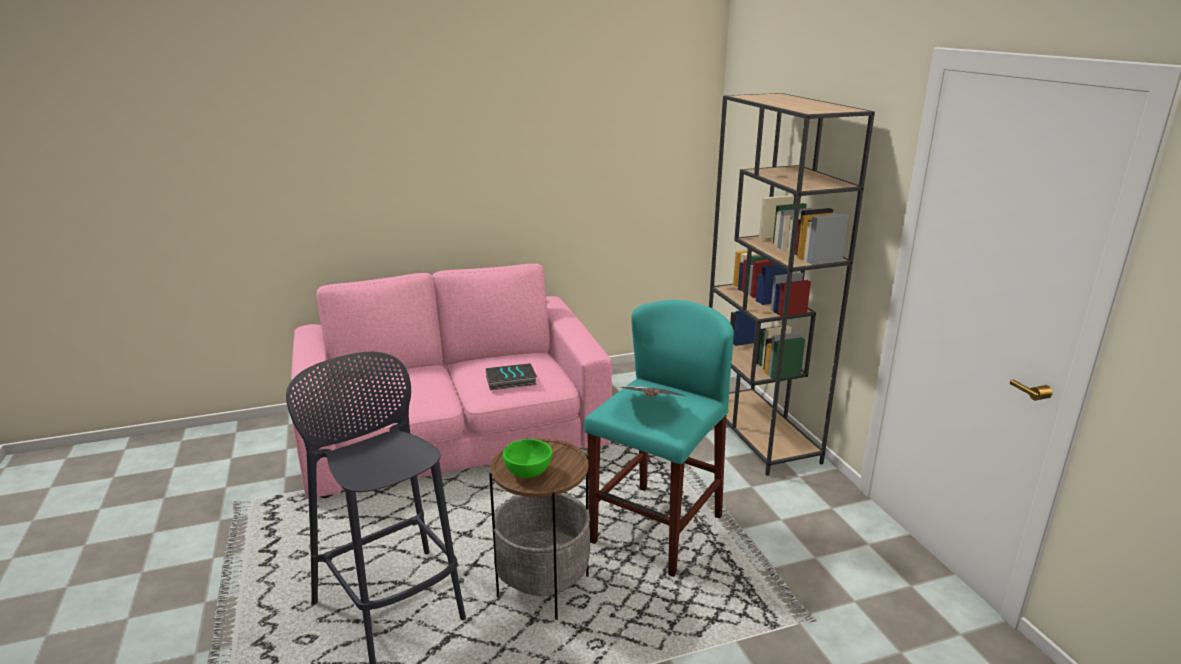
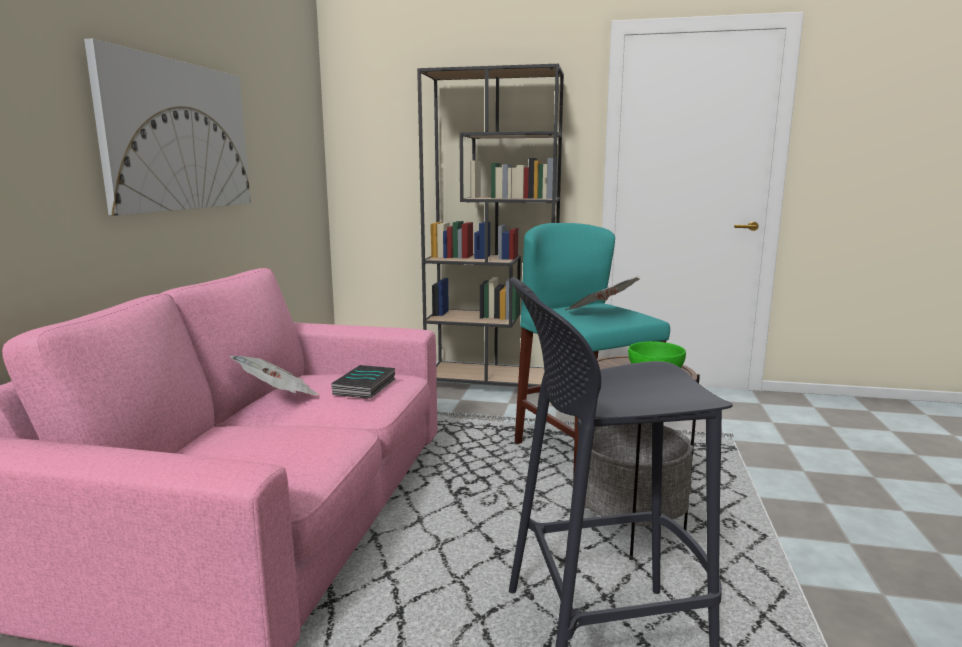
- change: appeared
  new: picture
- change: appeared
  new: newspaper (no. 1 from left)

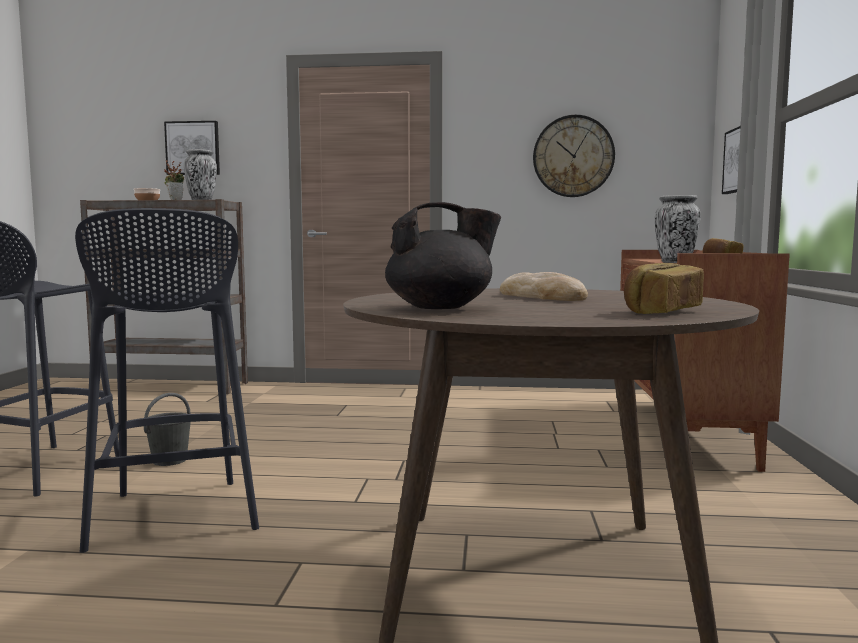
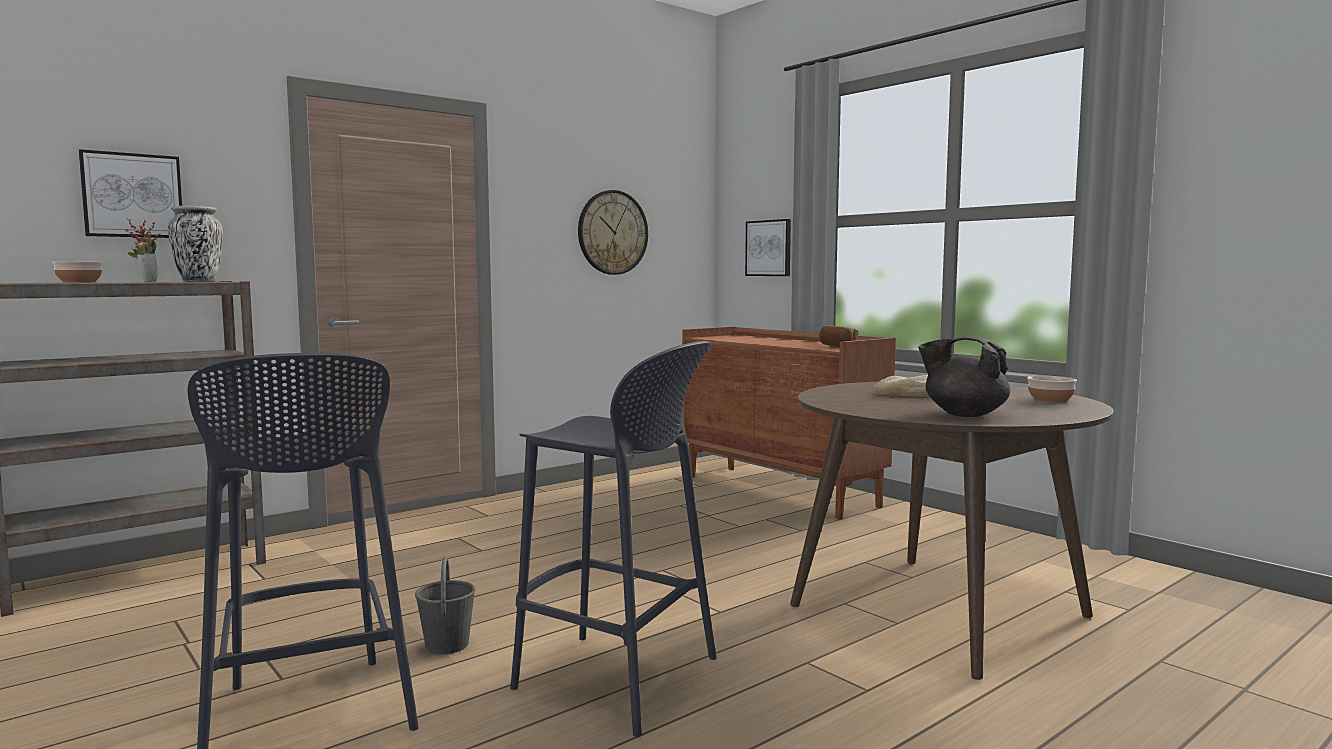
- change: missing
  old: vase (no. 2 from left)
- change: spun
  old: teapot (black)
  degrees: -90
- change: exchanged
  old: bread (no. 2 from left)
  new: bowl (no. 2 from left)

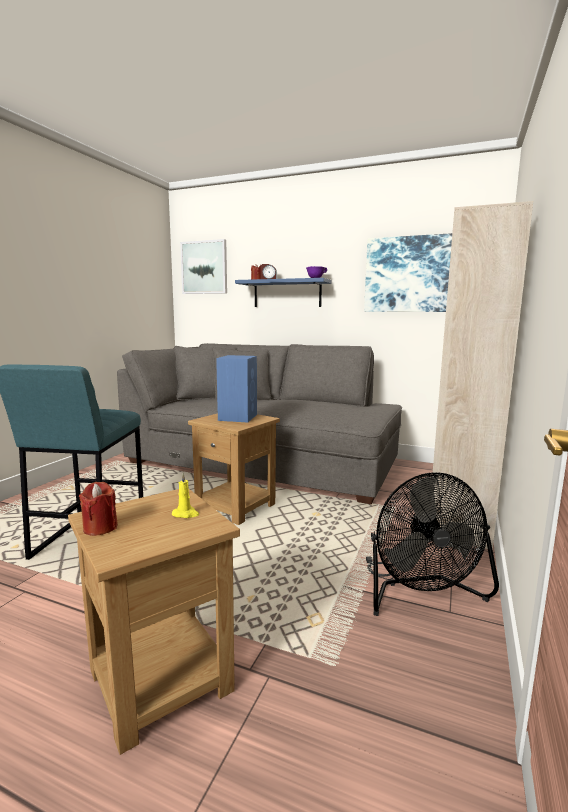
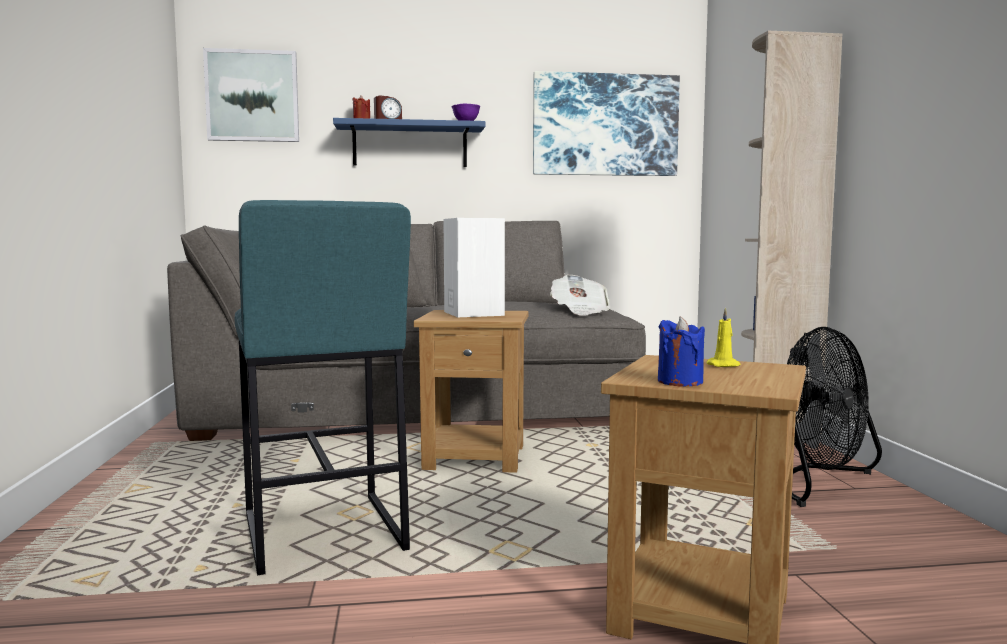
- change: colour
  old: speaker (blue)
  new: speaker (white)
- change: colour
  old: candle (red) (no. 1 from left)
  new: candle (blue)
- change: appeared
  new: newspaper

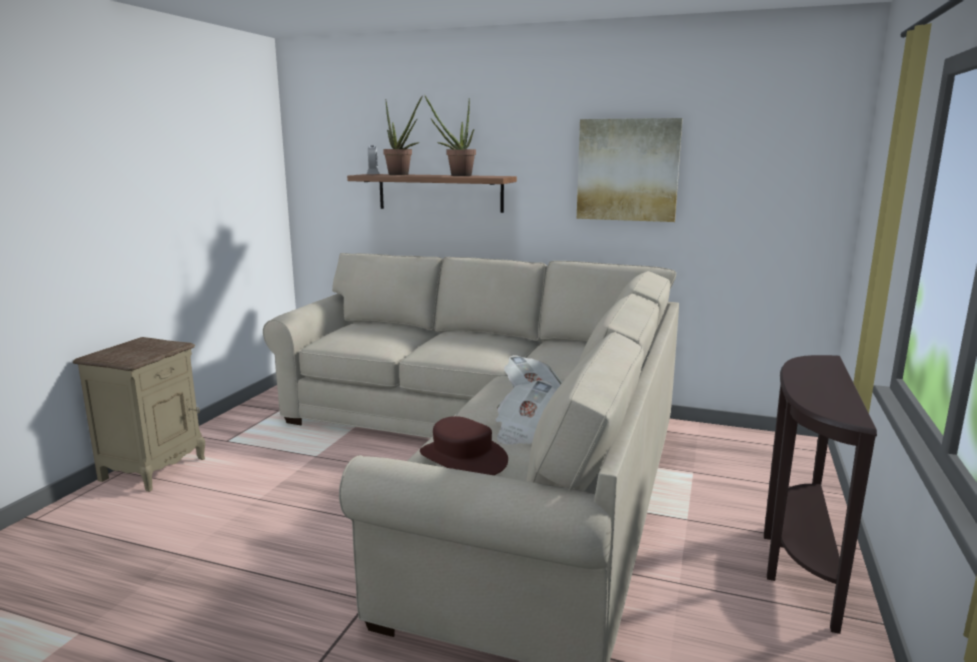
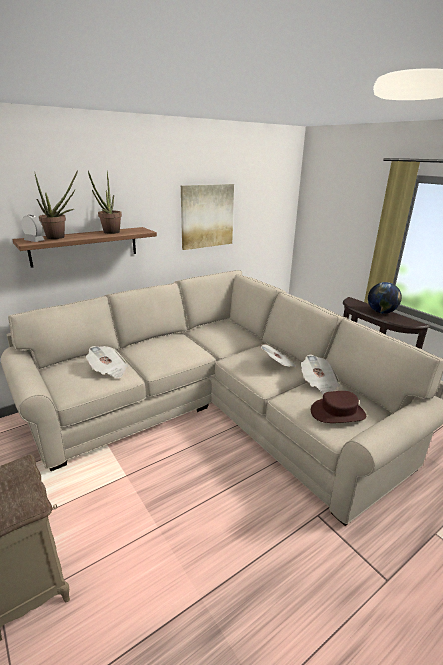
- change: appeared
  new: globe
- change: appeared
  new: newspaper (no. 1 from left)

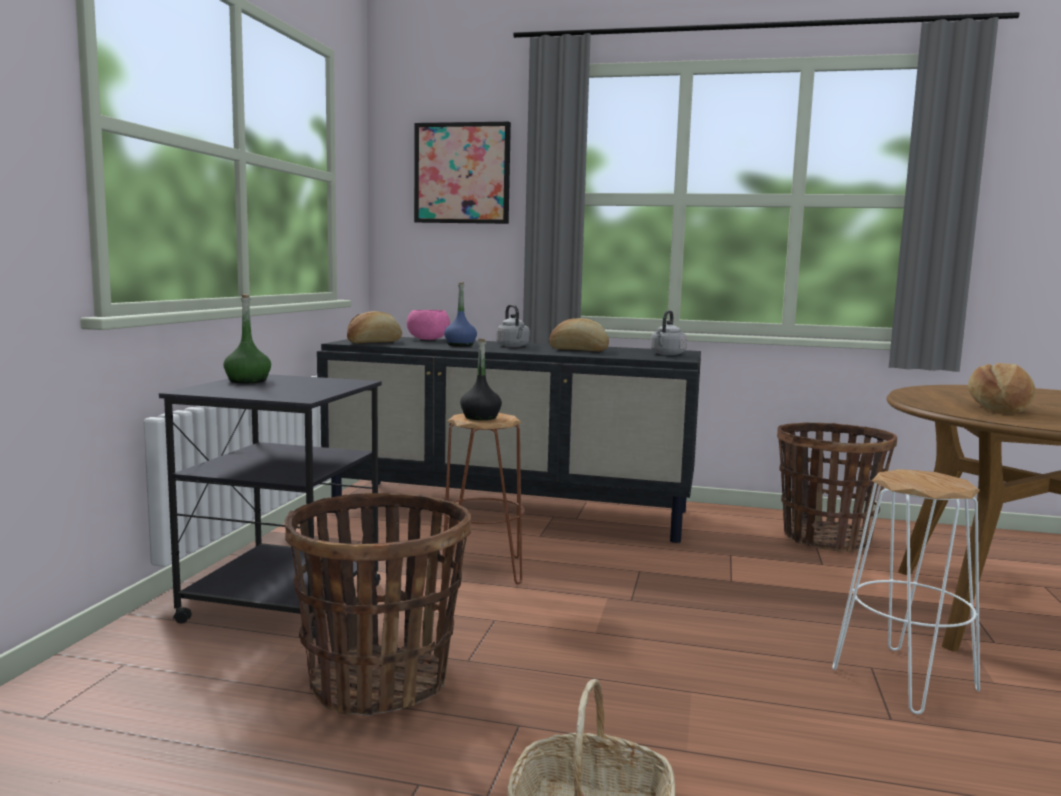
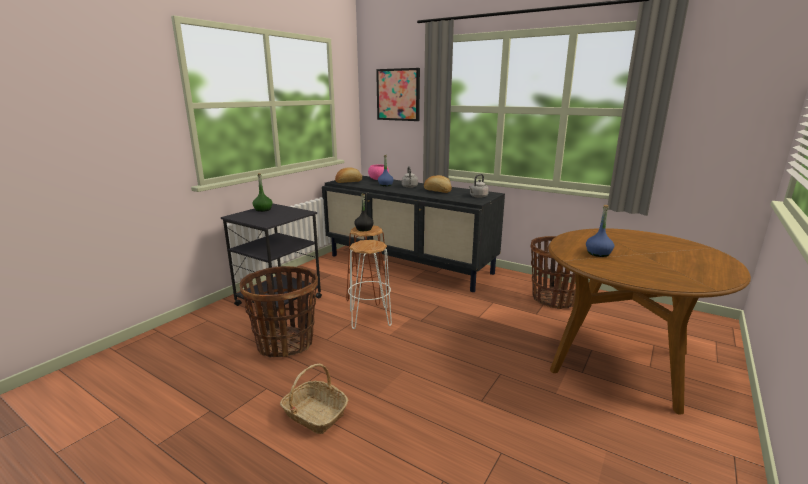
- change: exchanged
  old: bread (no. 3 from left)
  new: bottle (blue) (no. 2 from left)
- change: relocated
  old: stool (white)

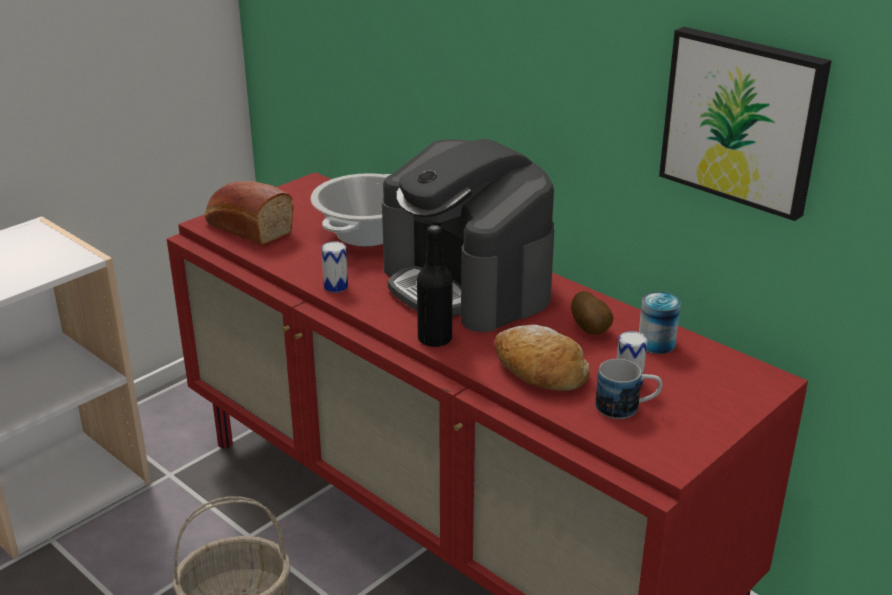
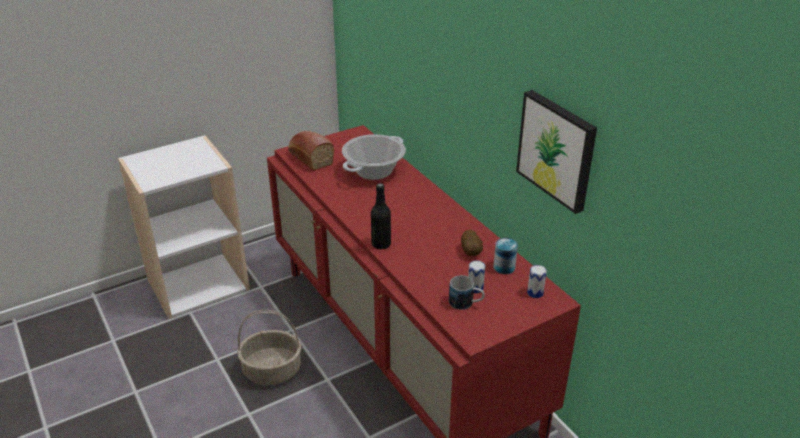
- change: missing
  old: coffee machine
- change: relocated
  old: can (no. 1 from left in the first image)
  new: can (no. 3 from left)
- change: missing
  old: bread (no. 2 from left)

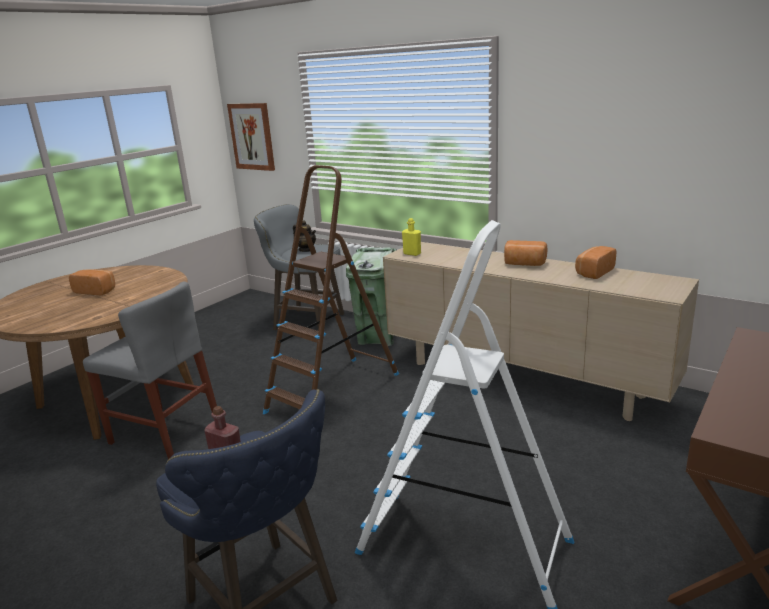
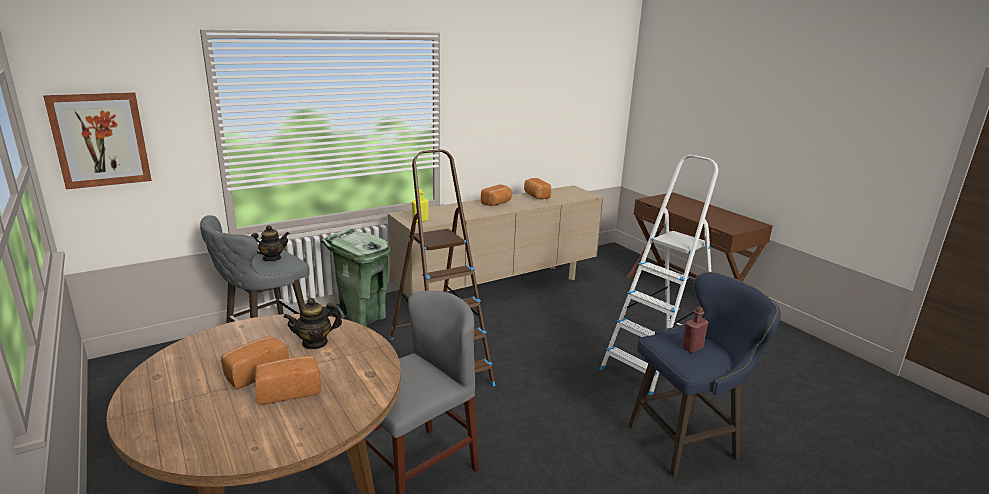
- change: appeared
  new: teapot (no. 2 from left)
- change: appeared
  new: bread (no. 2 from left)

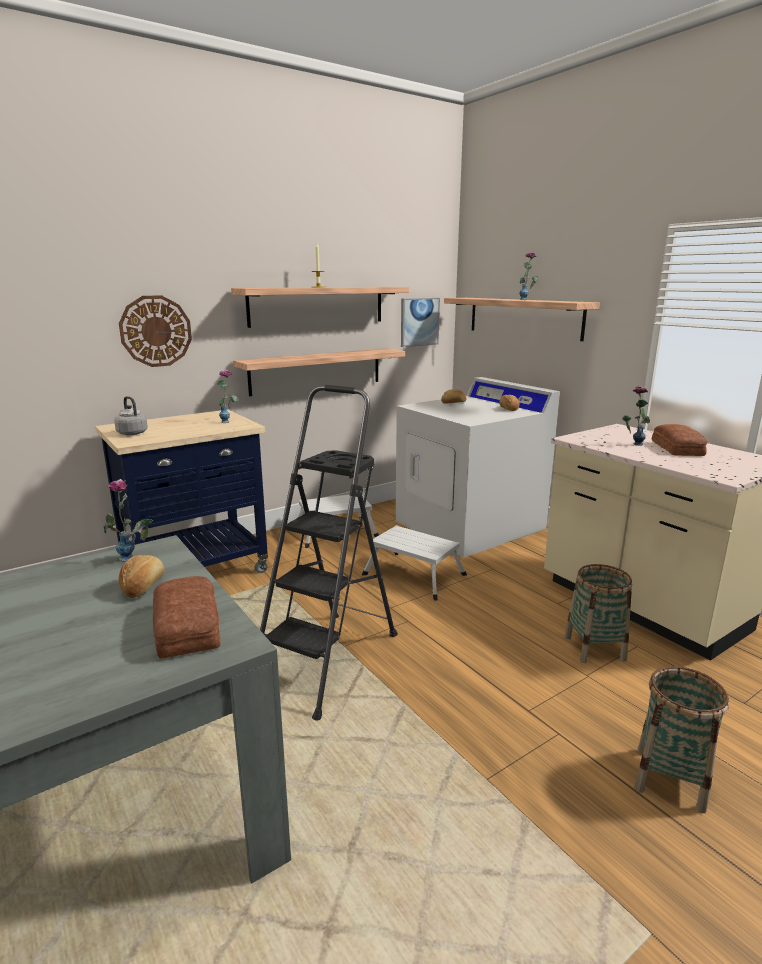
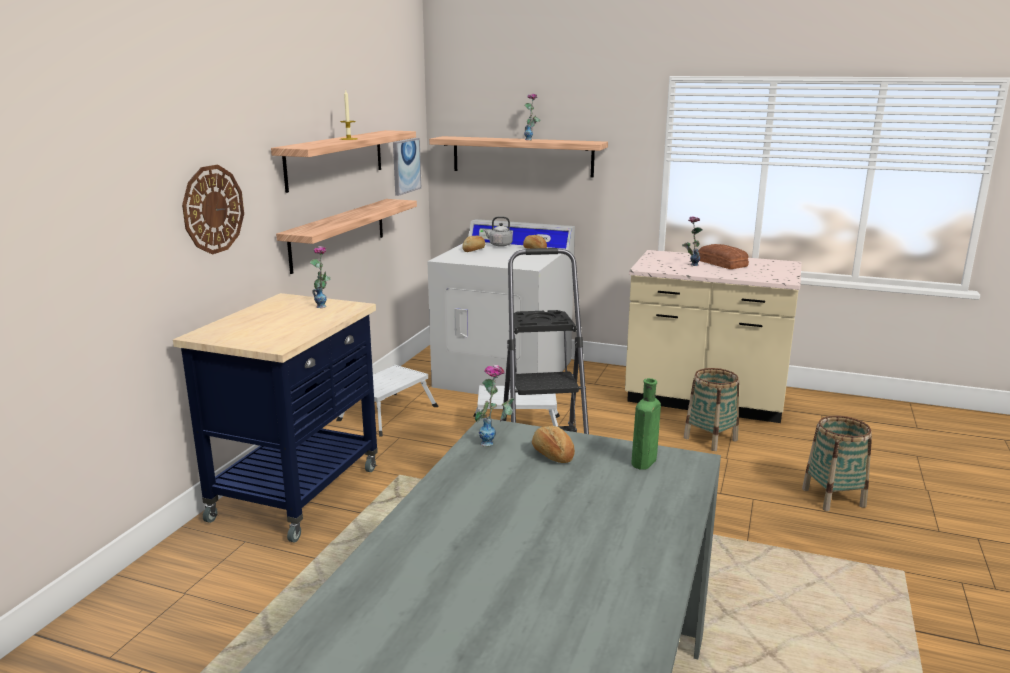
- change: relocated
  old: kettle (grey)
- change: exchanged
  old: bread (no. 2 from left)
  new: bottle (green)

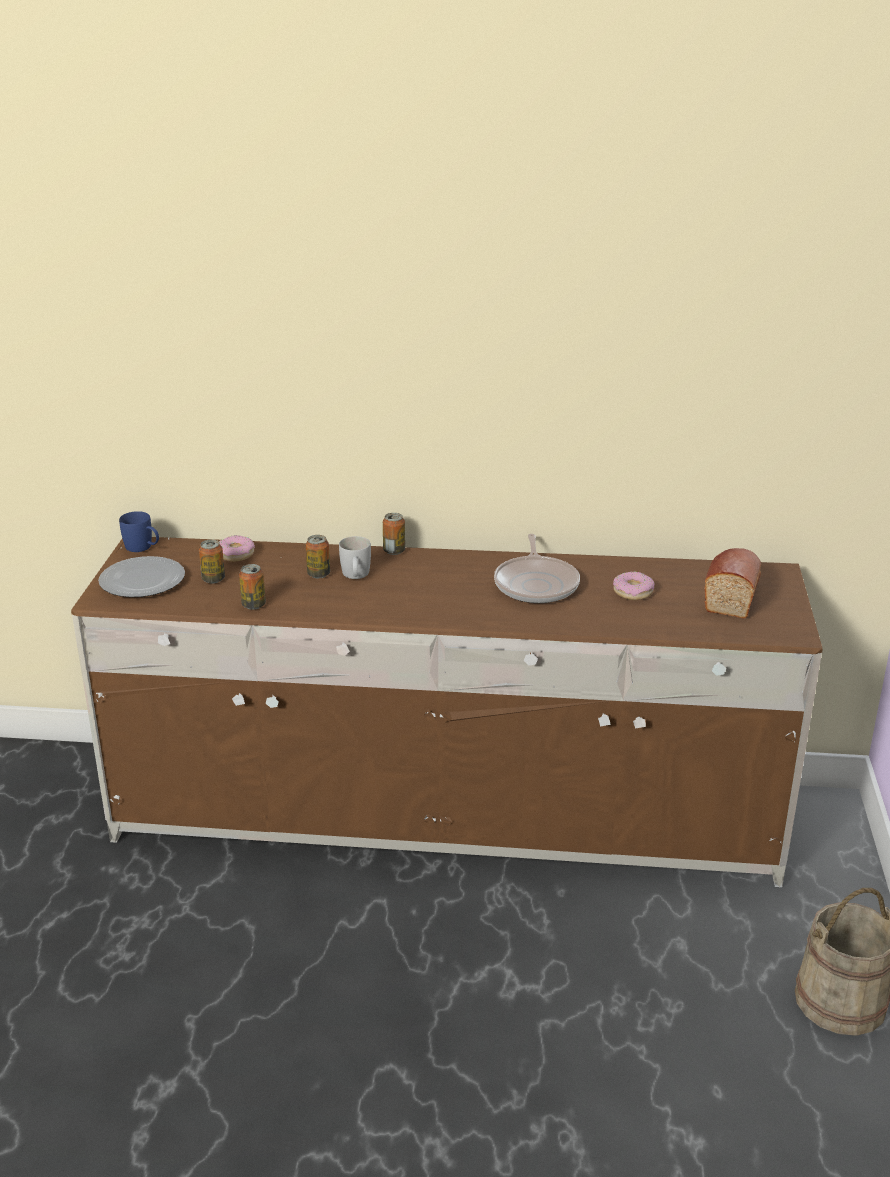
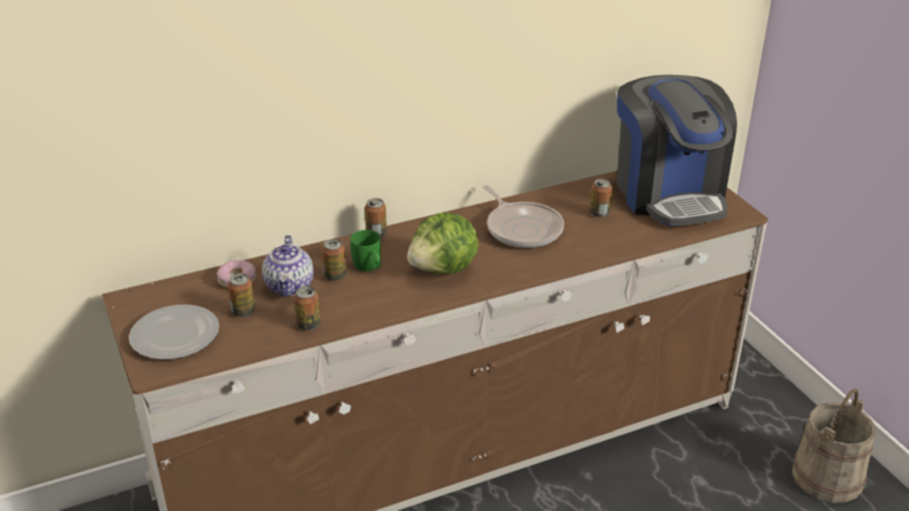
- change: missing
  old: mug (blue)
- change: colour
  old: mug (white)
  new: mug (green)
- change: exchanged
  old: bread
  new: coffee machine
- change: exchanged
  old: donut (no. 2 from left)
  new: can (no. 5 from left)
- change: appeared
  new: lettuce
- change: appeared
  new: teapot

